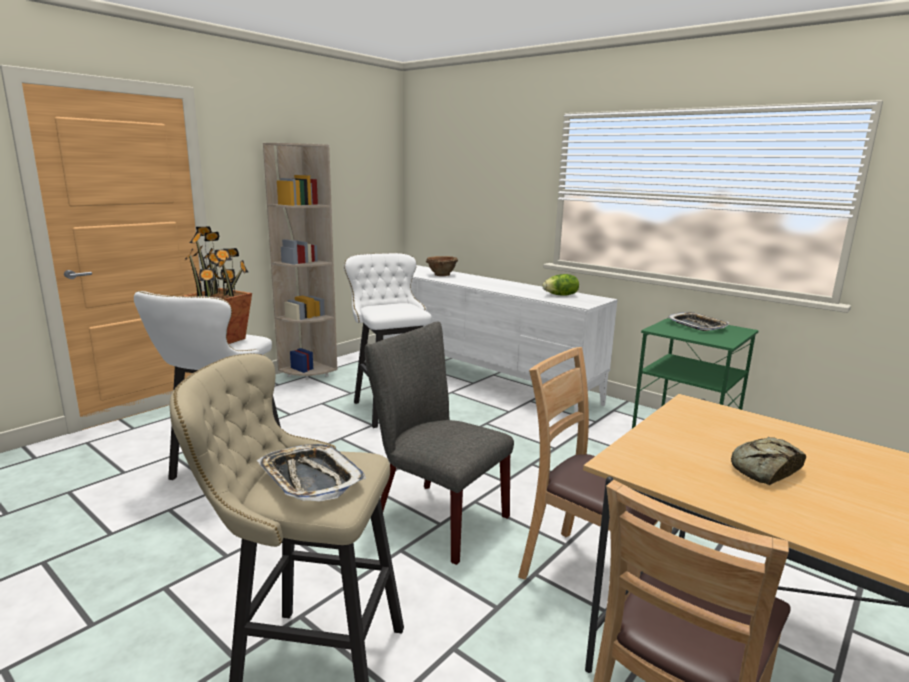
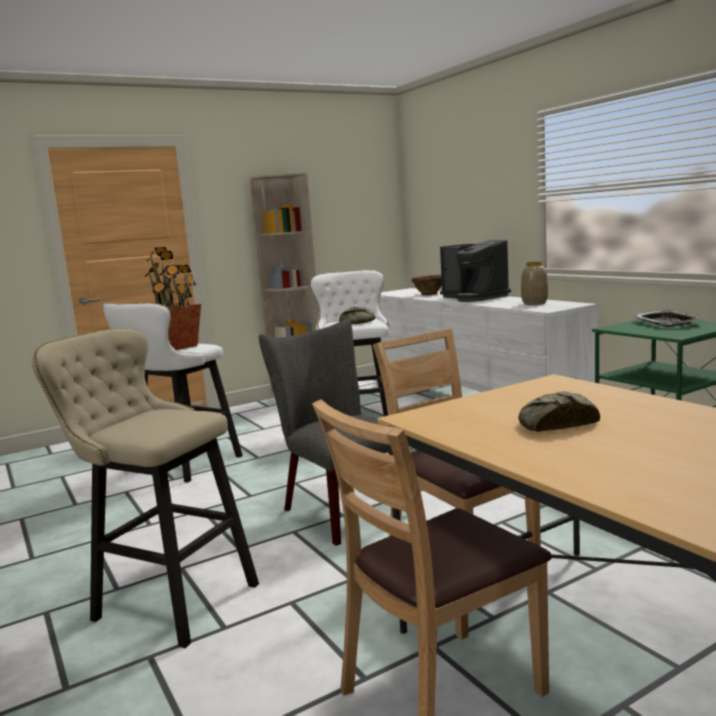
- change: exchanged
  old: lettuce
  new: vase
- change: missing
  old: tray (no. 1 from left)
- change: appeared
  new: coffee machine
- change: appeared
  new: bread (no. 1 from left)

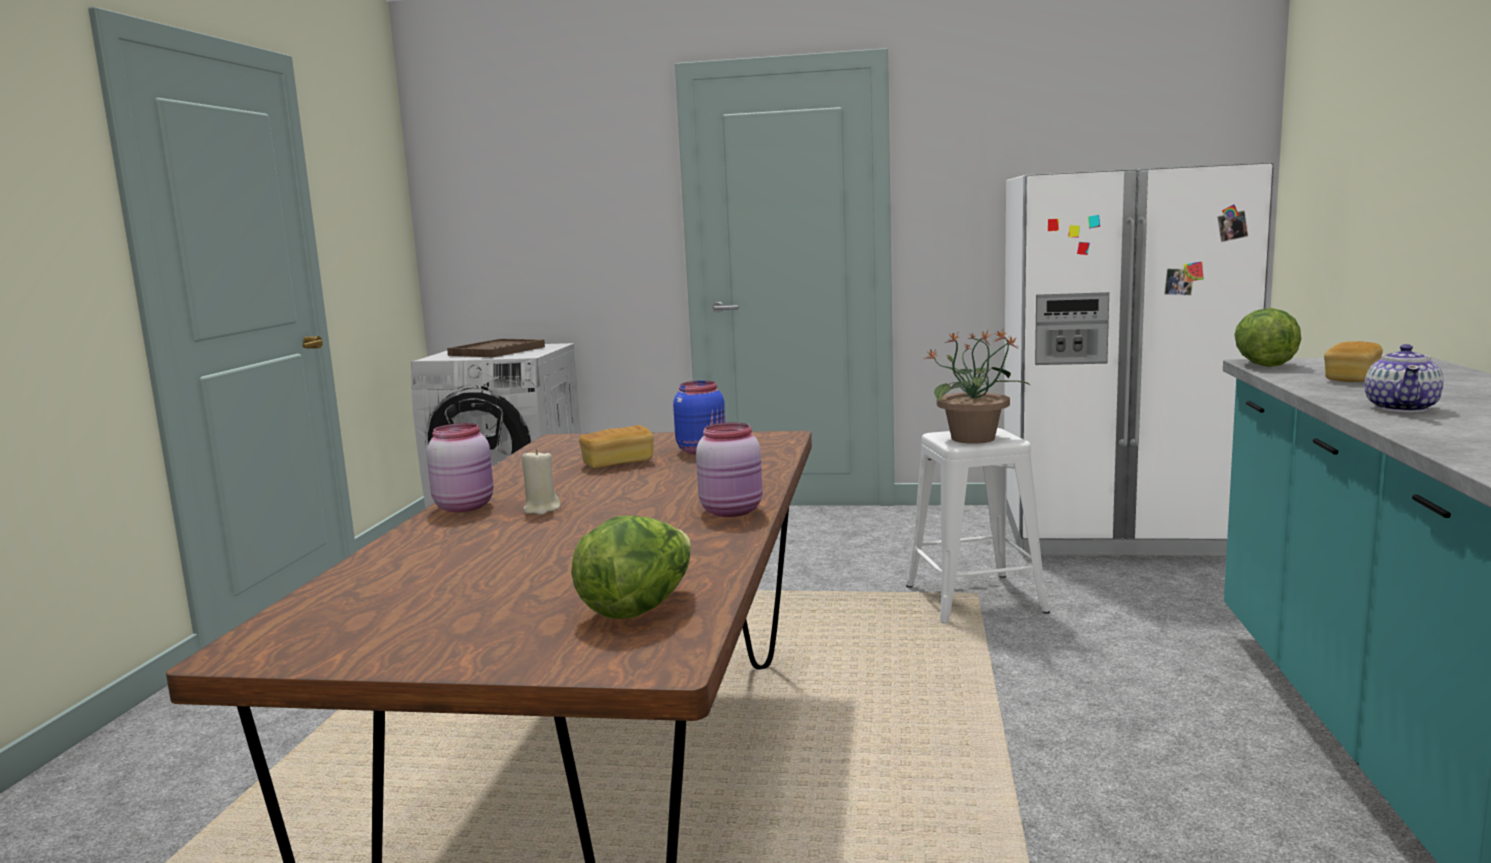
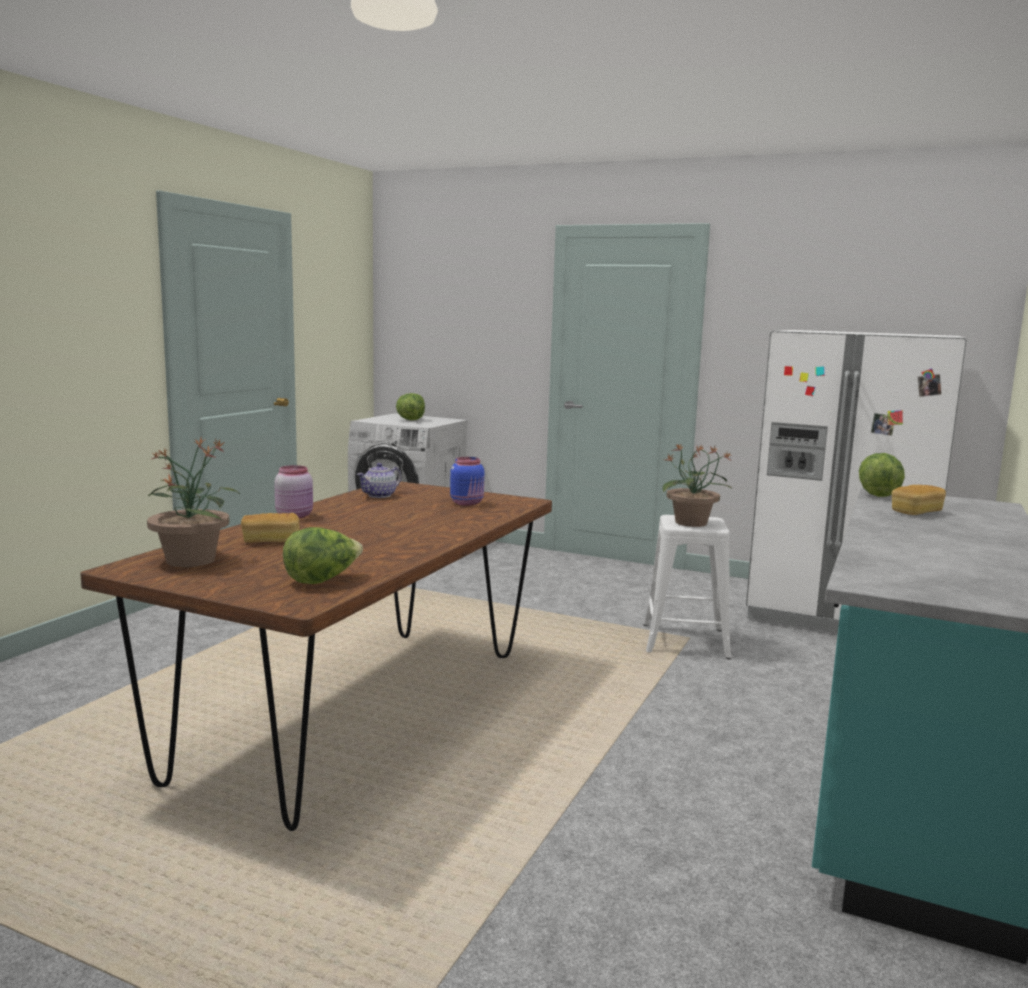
- change: exchanged
  old: tray (brown)
  new: lettuce (no. 2 from left)
- change: relocated
  old: teapot
- change: missing
  old: jar (pink) (no. 2 from left)
- change: relocated
  old: bread (no. 1 from left)
- change: missing
  old: candle (beige)
- change: appeared
  new: potted plant (no. 1 from left)

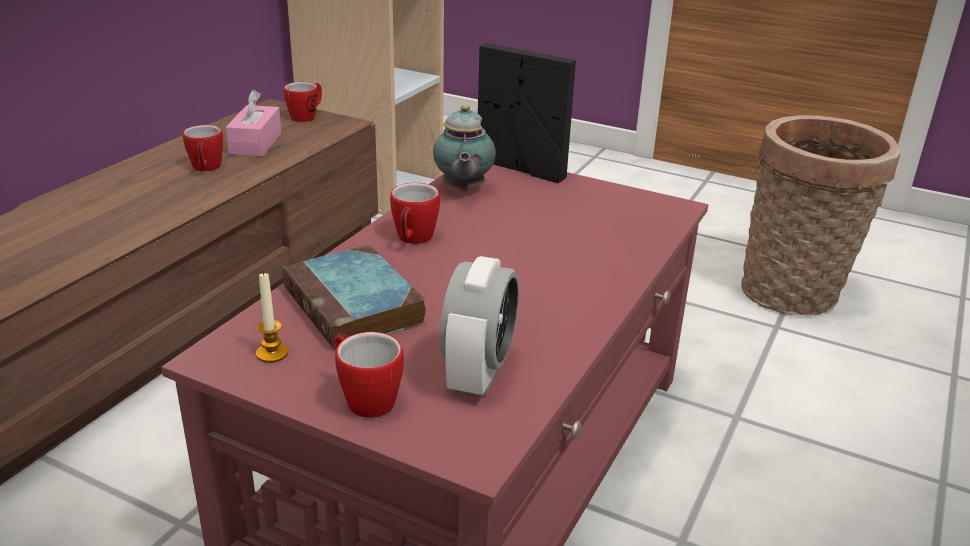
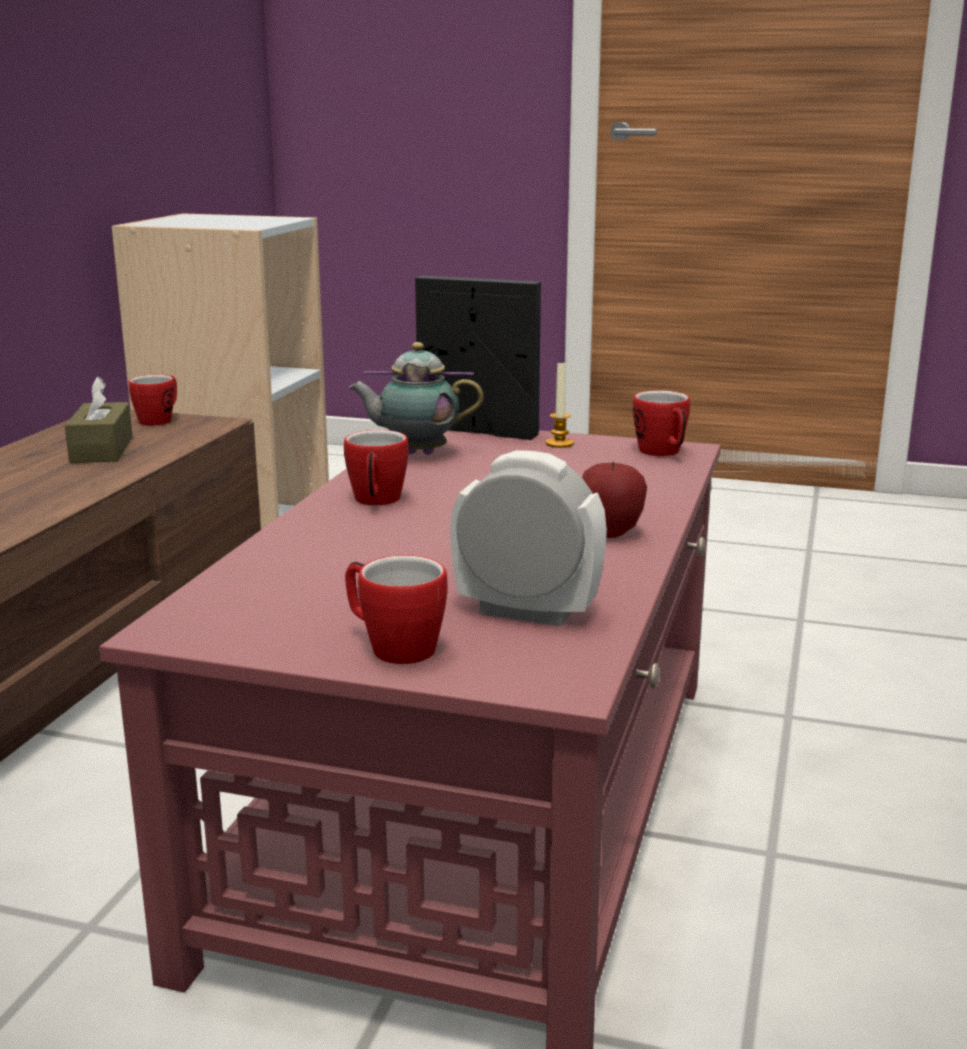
- change: colour
  old: tissue box (pink)
  new: tissue box (brown)
- change: spun
  old: teapot
  degrees: 105
- change: missing
  old: basket
- change: relocated
  old: mug (no. 1 from left in the first image)
  new: mug (no. 4 from left)
- change: missing
  old: book
- change: spun
  old: alarm clock
  degrees: -75
- change: relocated
  old: candle
- change: appeared
  new: apple

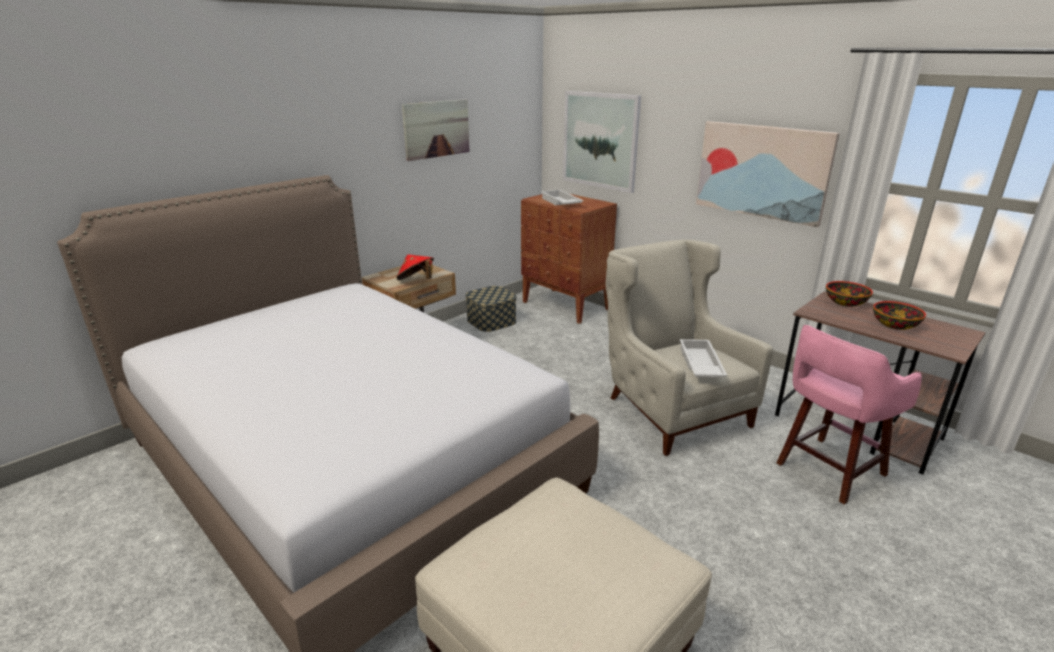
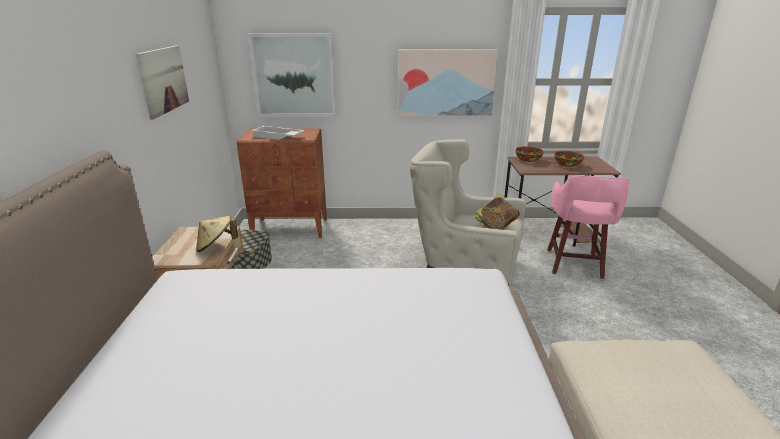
- change: colour
  old: hat (red)
  new: hat (beige)
- change: exchanged
  old: tray (white) (no. 2 from left)
  new: book

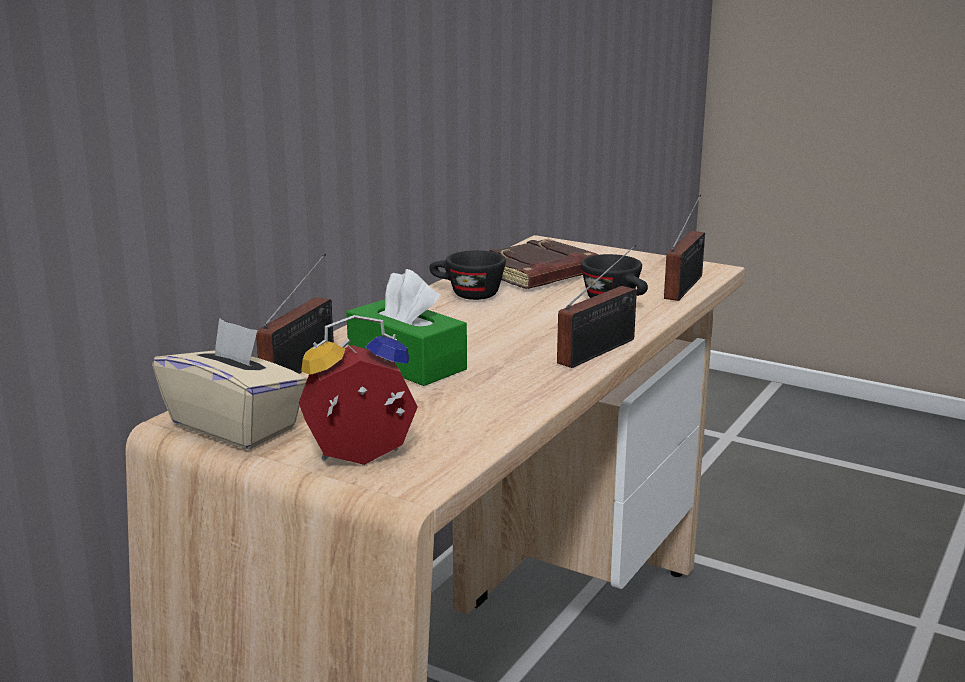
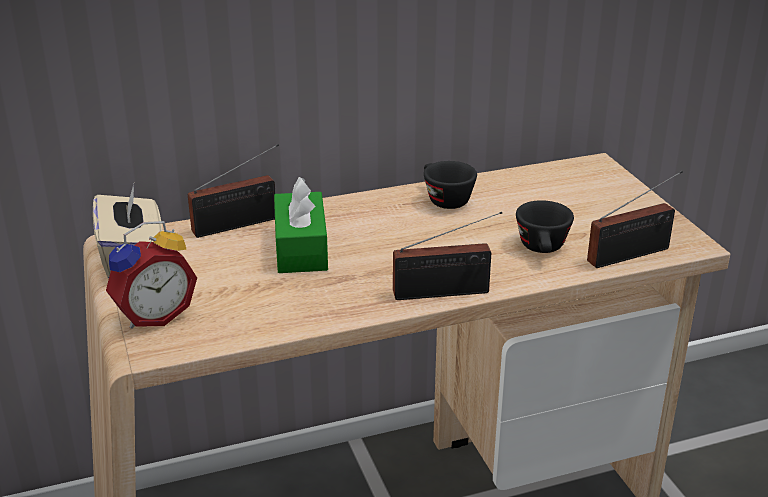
- change: missing
  old: book (brown)
- change: spun
  old: alarm clock
  degrees: 120

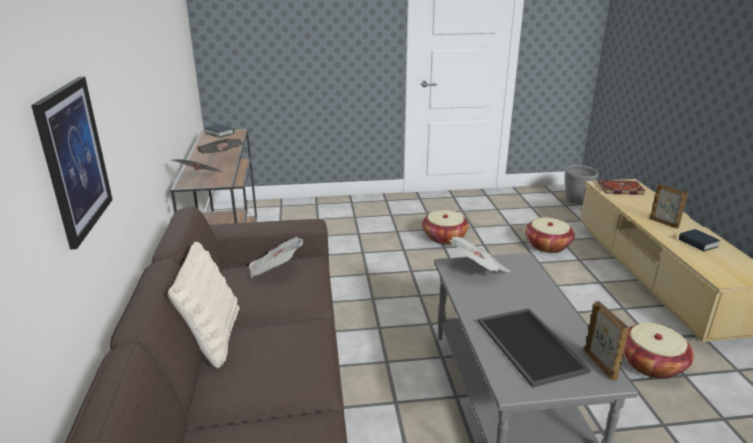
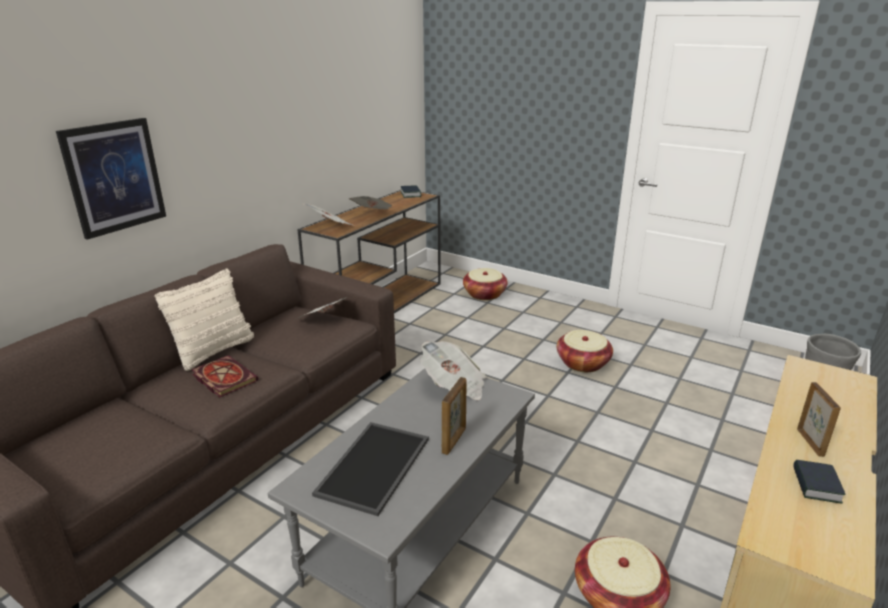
- change: relocated
  old: book (no. 2 from left in the first image)
  new: book (no. 1 from left)
- change: relocated
  old: basket (no. 2 from left in the first image)
  new: basket (no. 1 from left)
- change: relocated
  old: picture frame (no. 1 from left)

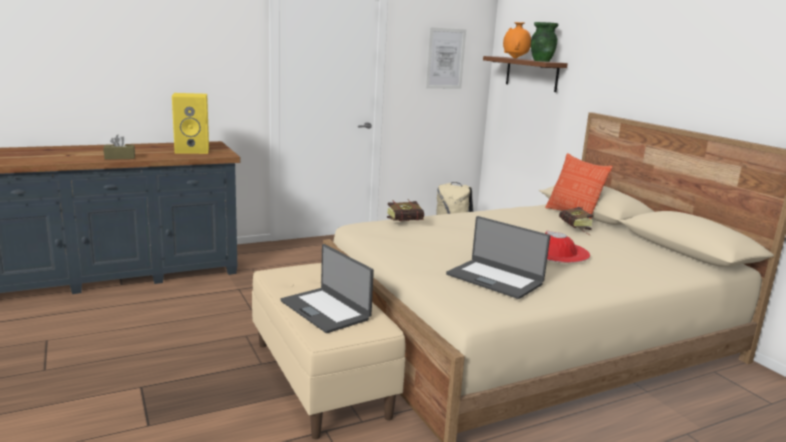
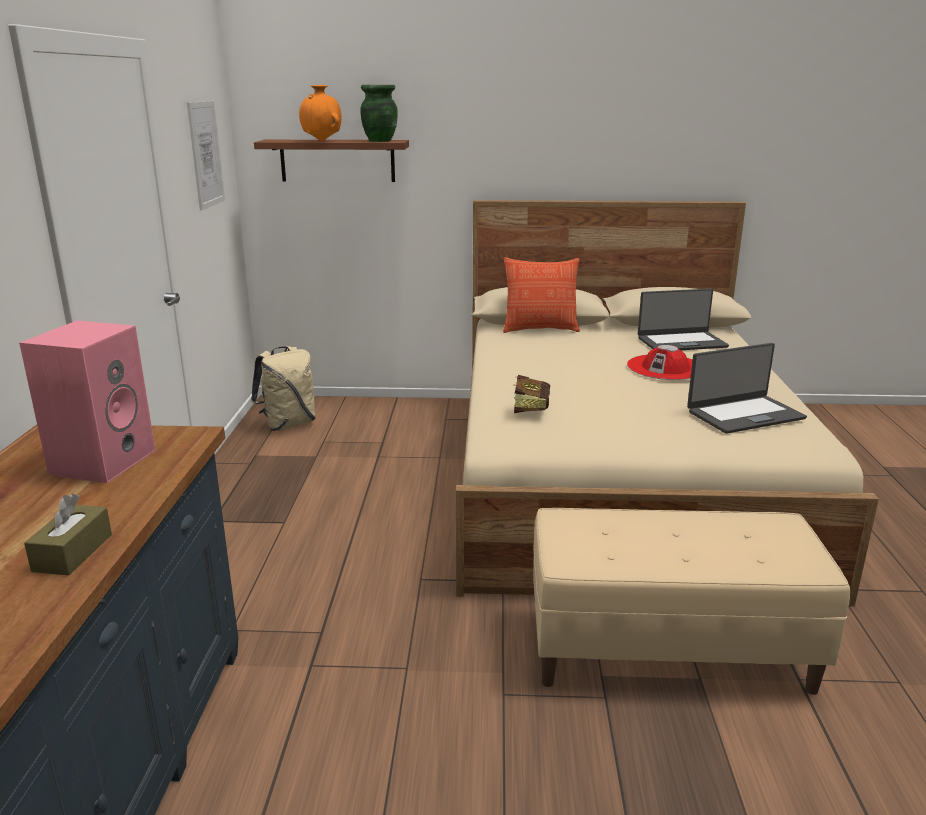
- change: colour
  old: speaker (yellow)
  new: speaker (pink)
- change: missing
  old: book (no. 2 from left)
- change: relocated
  old: laptop (no. 1 from left)

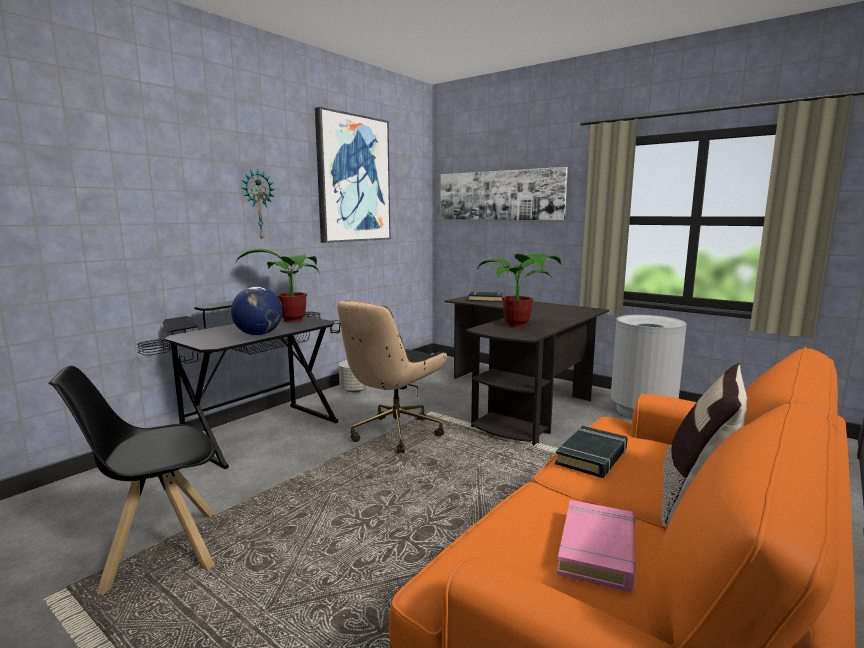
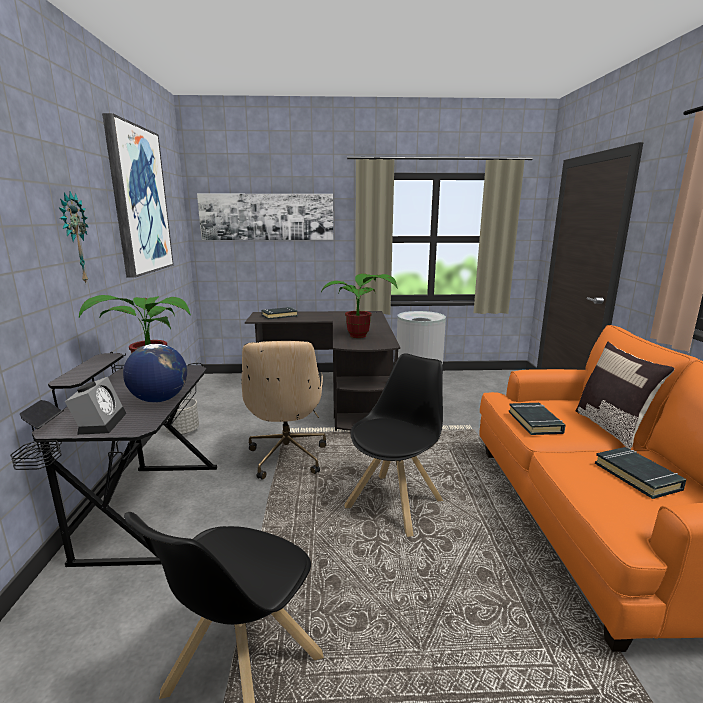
- change: colour
  old: book (pink)
  new: book (black) (no. 3 from left)
- change: appeared
  new: chair (black) (no. 2 from left)
- change: appeared
  new: alarm clock

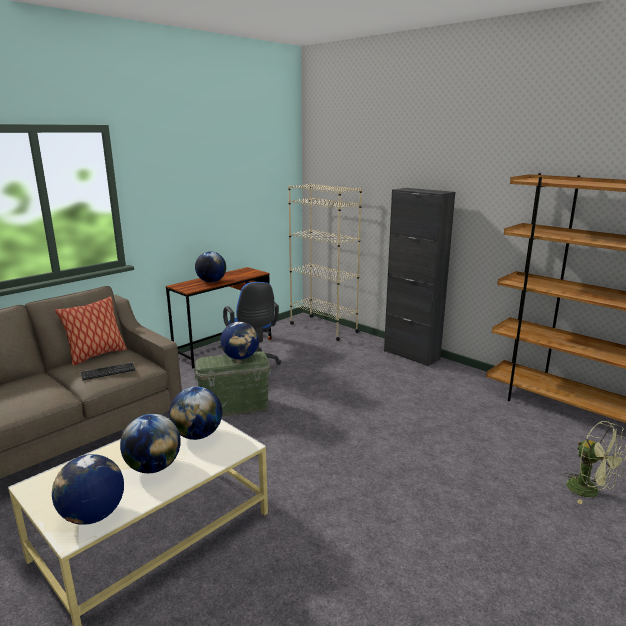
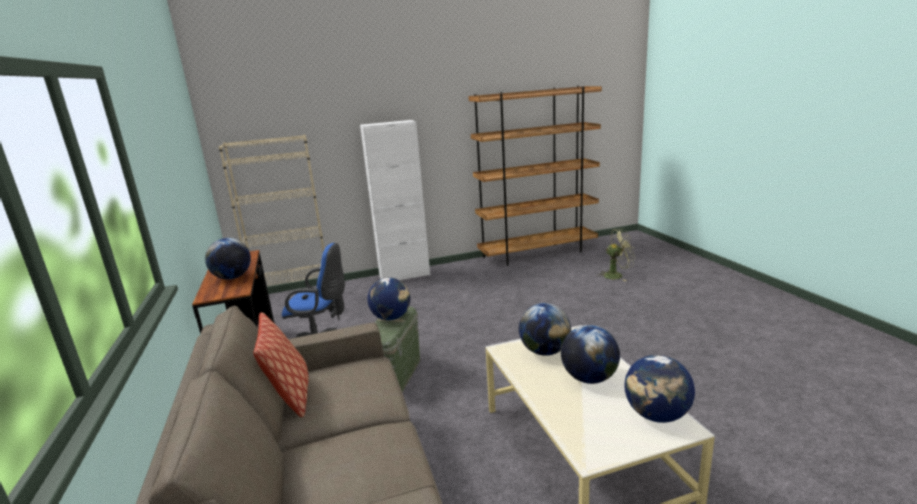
- change: colour
  old: cabinet (black)
  new: cabinet (white)
- change: missing
  old: keyboard

